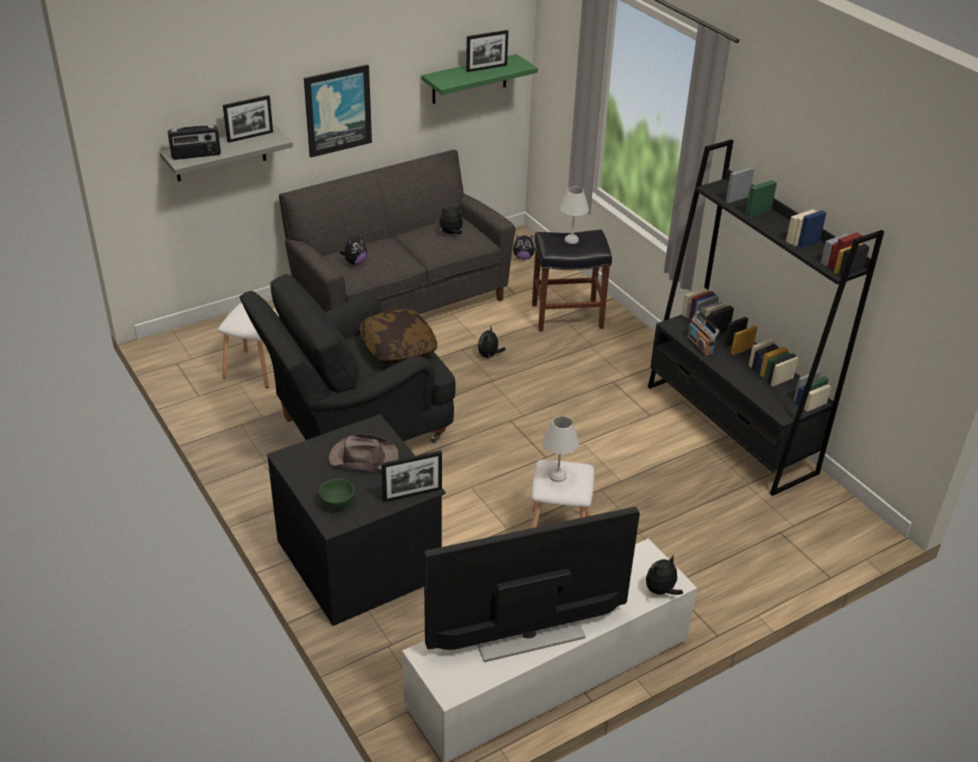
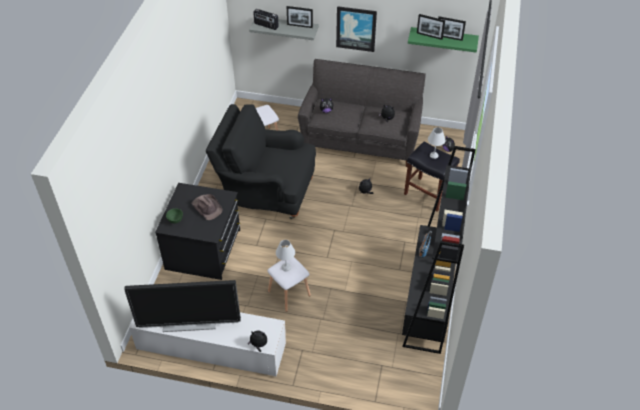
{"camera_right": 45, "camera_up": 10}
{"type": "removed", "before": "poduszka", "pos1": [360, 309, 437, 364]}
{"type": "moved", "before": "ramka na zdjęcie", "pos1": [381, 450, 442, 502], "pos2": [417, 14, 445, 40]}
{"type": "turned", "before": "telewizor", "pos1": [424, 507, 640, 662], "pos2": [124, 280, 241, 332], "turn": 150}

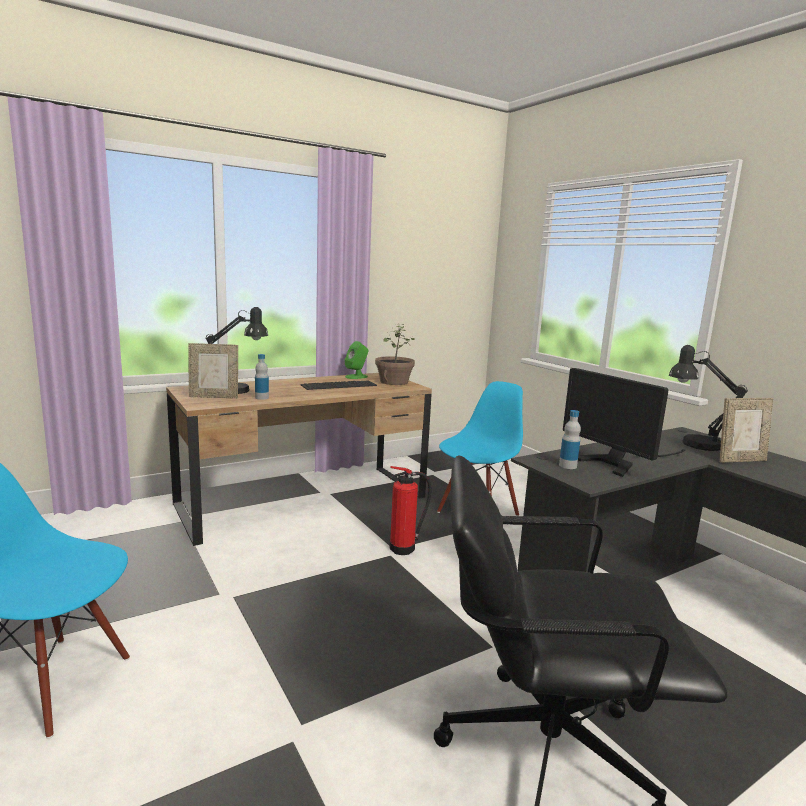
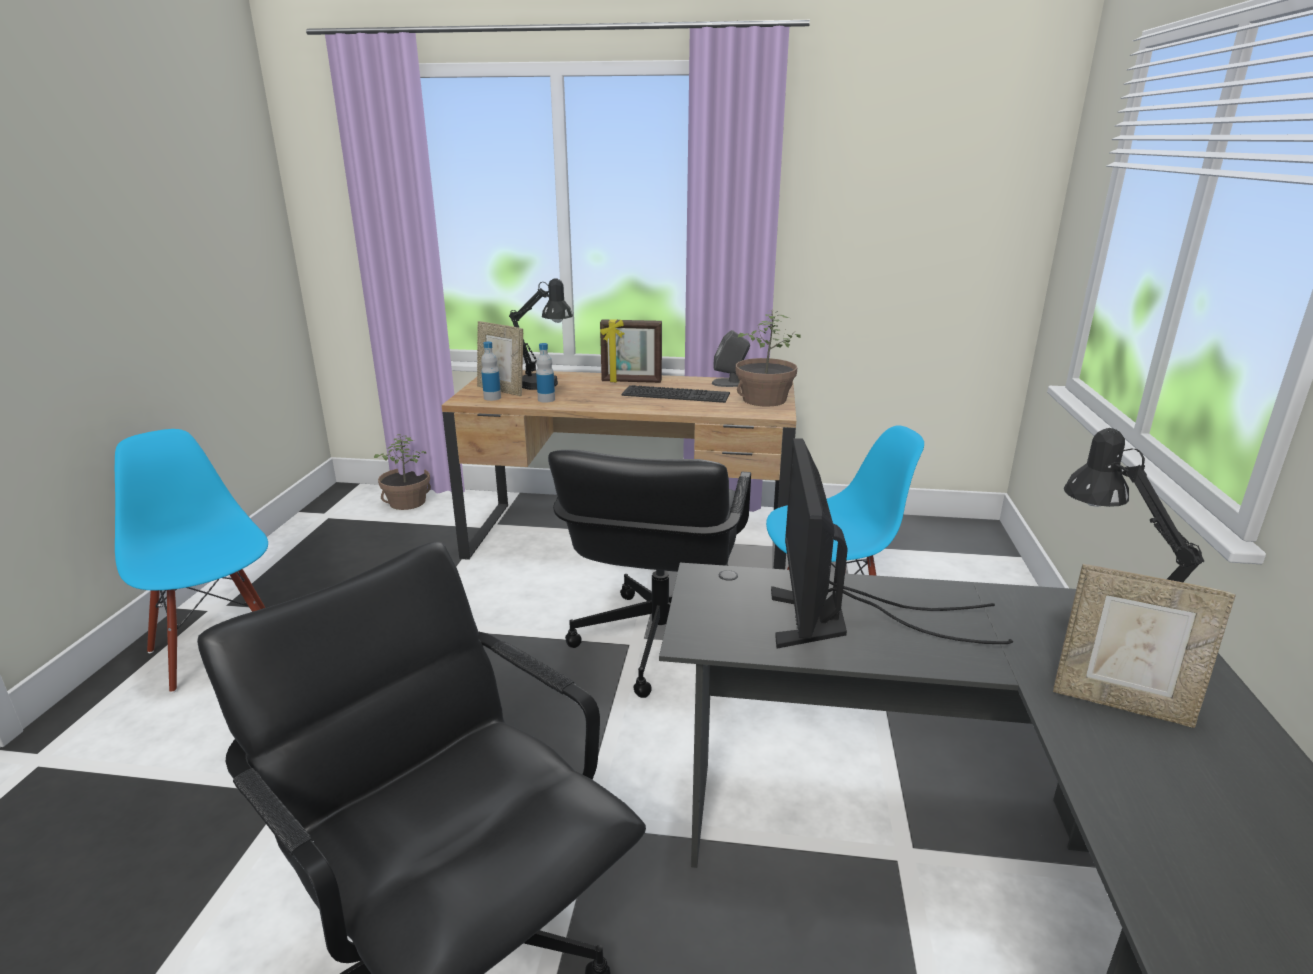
{"camera_right": 40, "camera_up": 10}
{"type": "recoloured", "before": "głośnik (zielony)", "after": "głośnik (szary)", "pos1": [345, 341, 368, 379], "pos2": [712, 330, 750, 387]}
{"type": "moved", "before": "butelka", "pos1": [559, 410, 581, 469], "pos2": [481, 341, 501, 401]}
{"type": "replaced", "before": "gaśnica", "after": "krzesło biurowe (czarny)", "pos1": [390, 466, 432, 555], "pos2": [548, 450, 751, 698]}
{"type": "added", "after": "ramka na zdjęcie", "pos2": [600, 319, 662, 383]}
{"type": "added", "after": "roślina doniczkowa", "pos2": [374, 434, 431, 510]}

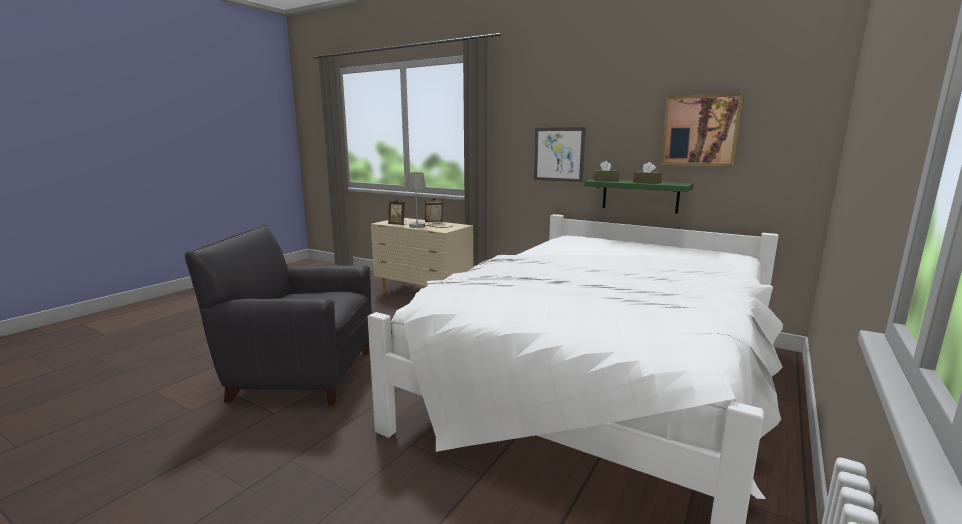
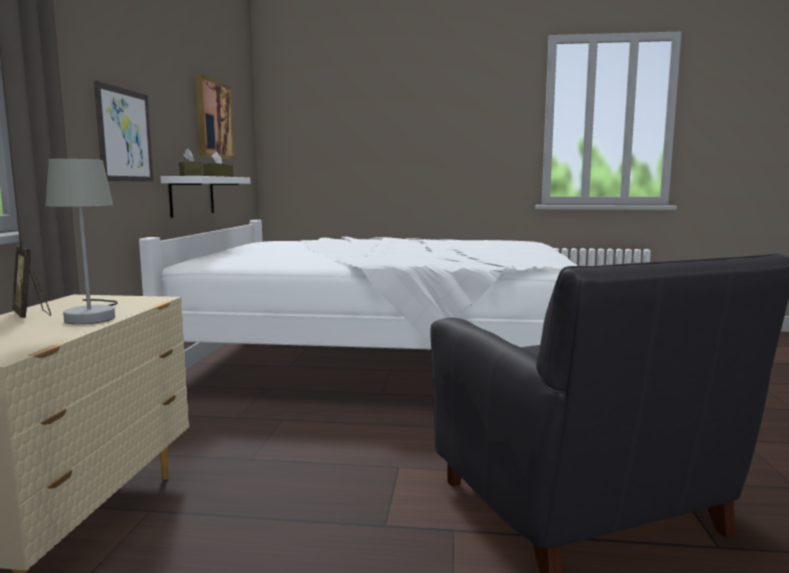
{"camera_right": -115, "camera_up": -5}
{"type": "recoloured", "before": "półka (zielony)", "after": "półka (biały)", "pos1": [584, 179, 693, 214], "pos2": [160, 176, 251, 218]}
{"type": "removed", "before": "ramka na zdjęcie", "pos1": [388, 199, 406, 225]}

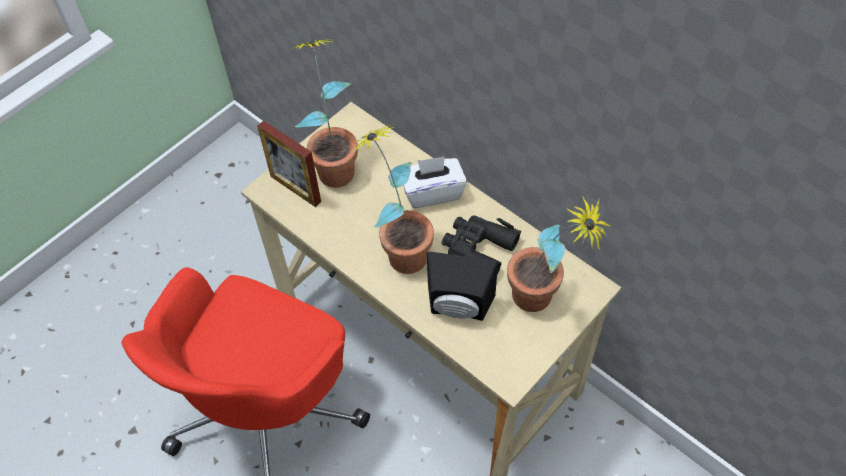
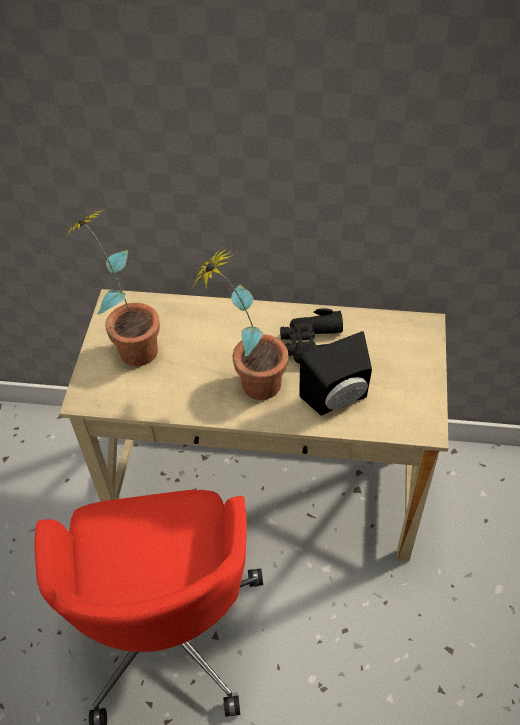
{"camera_right": -35, "camera_up": -5}
{"type": "removed", "before": "ramka na zdjęcie", "pos1": [257, 121, 321, 207]}
{"type": "removed", "before": "pudełko chusteczek (biały)", "pos1": [403, 156, 467, 208]}
{"type": "removed", "before": "roślina doniczkowa", "pos1": [507, 196, 611, 312]}

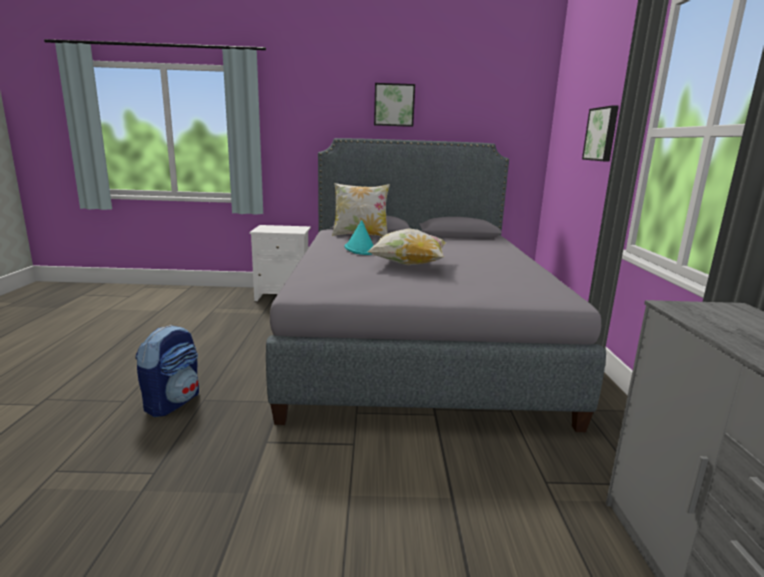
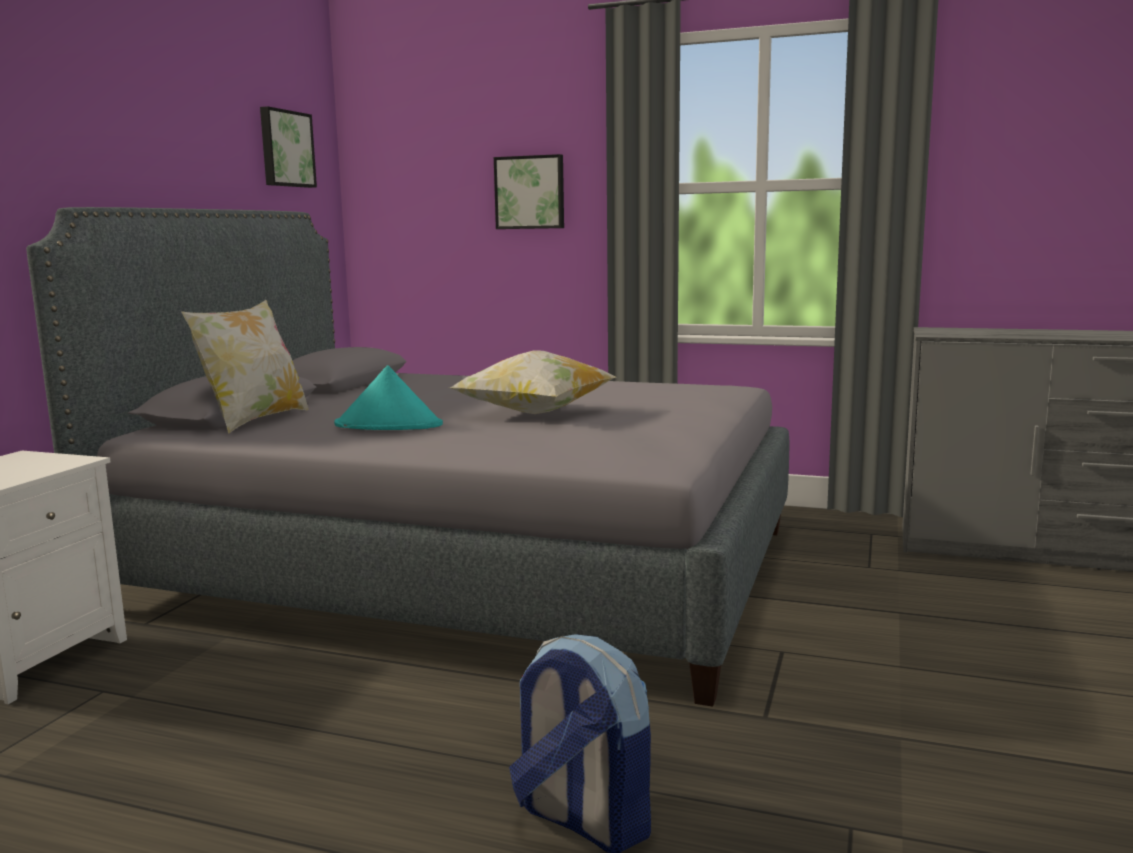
{"camera_right": -70, "camera_up": -5}
{"type": "moved", "before": "obraz", "pos1": [374, 83, 415, 127], "pos2": [260, 106, 317, 188]}

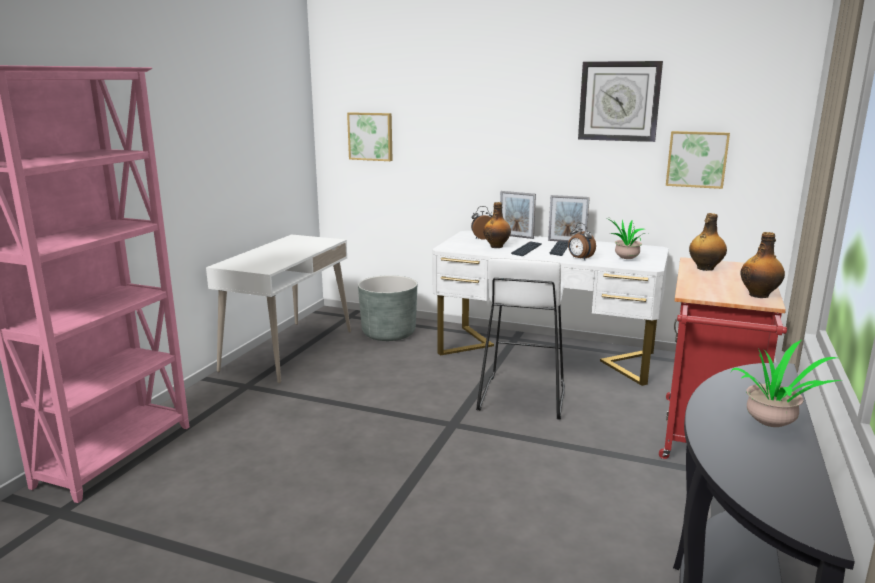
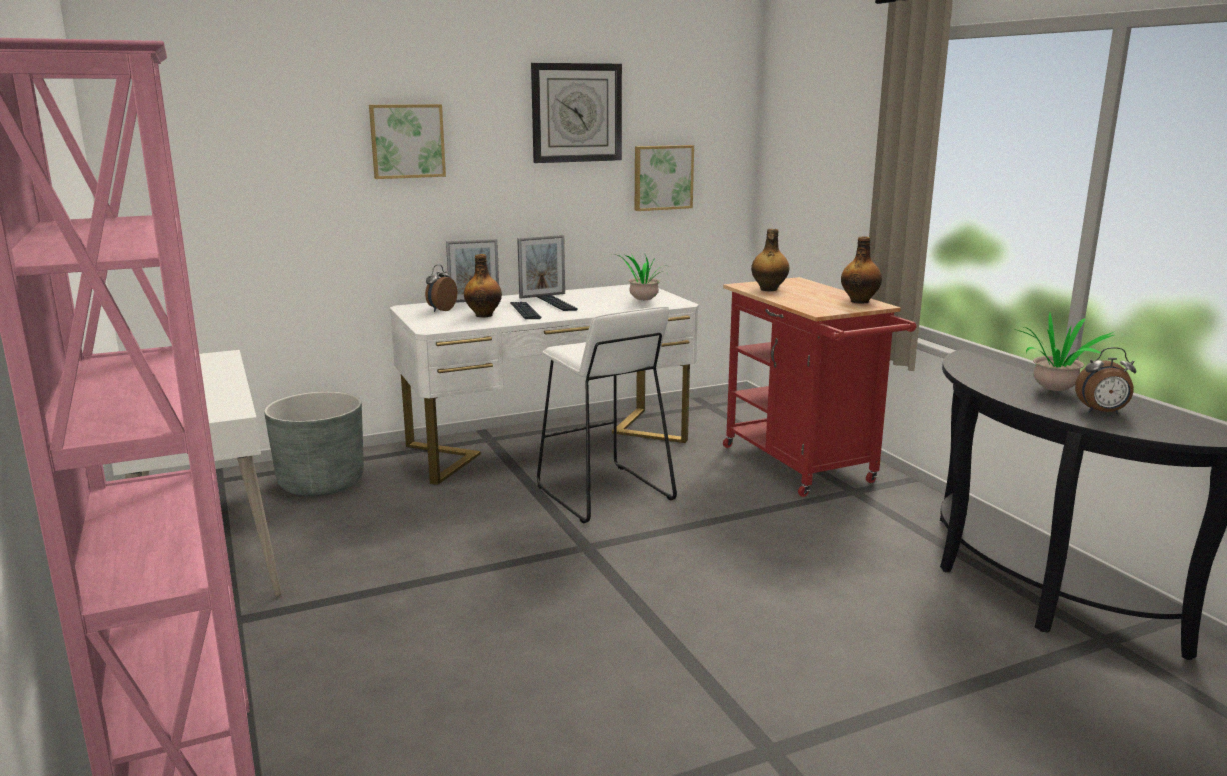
{"camera_right": -45, "camera_up": 0}
{"type": "moved", "before": "obraz", "pos1": [347, 112, 393, 161], "pos2": [369, 104, 446, 179]}
{"type": "moved", "before": "budzik", "pos1": [568, 223, 596, 260], "pos2": [1075, 347, 1136, 414]}

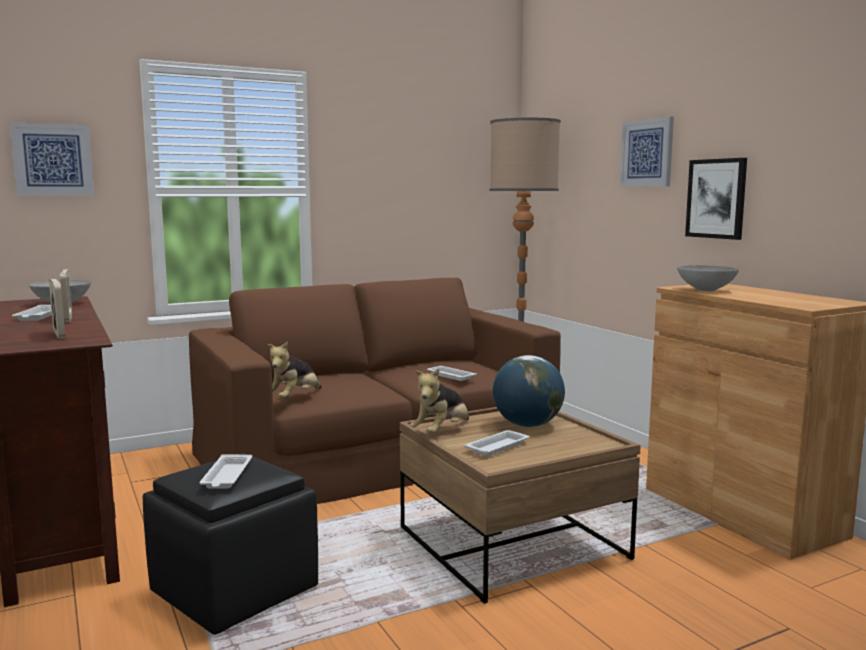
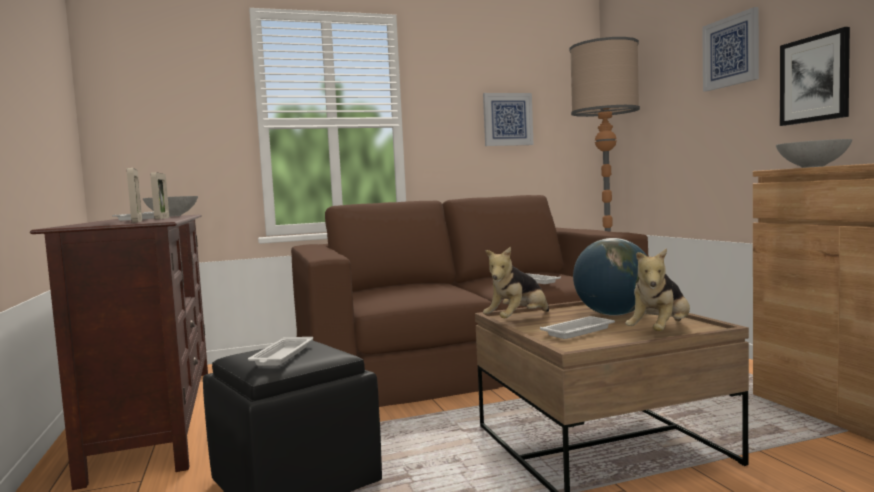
{"camera_right": 10, "camera_up": -5}
{"type": "moved", "before": "obraz", "pos1": [10, 122, 94, 196], "pos2": [483, 93, 534, 146]}
{"type": "moved", "before": "pluszak", "pos1": [267, 341, 321, 398], "pos2": [626, 248, 690, 331]}

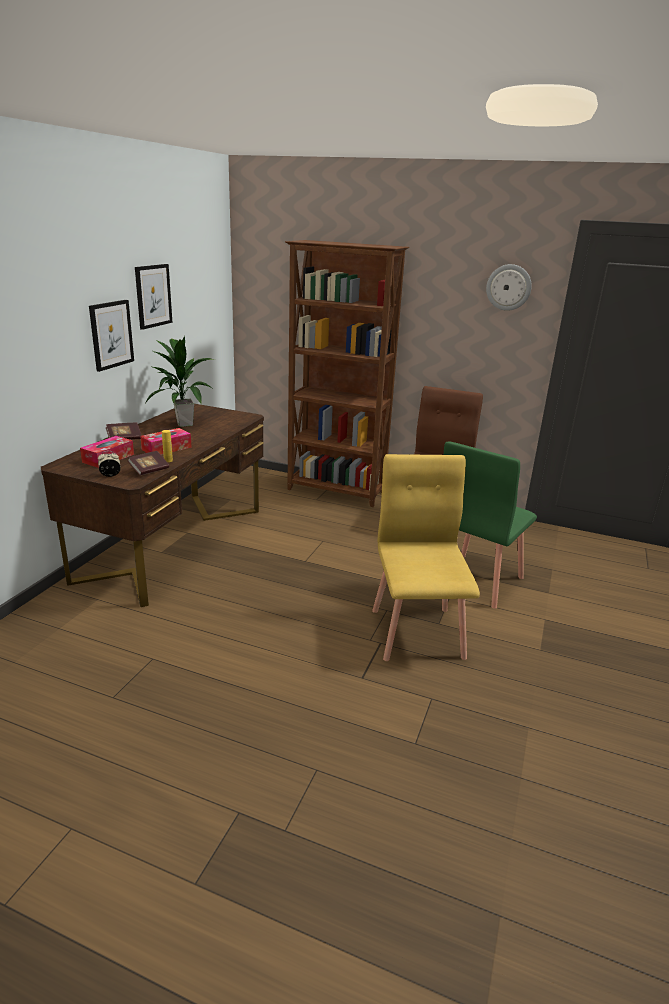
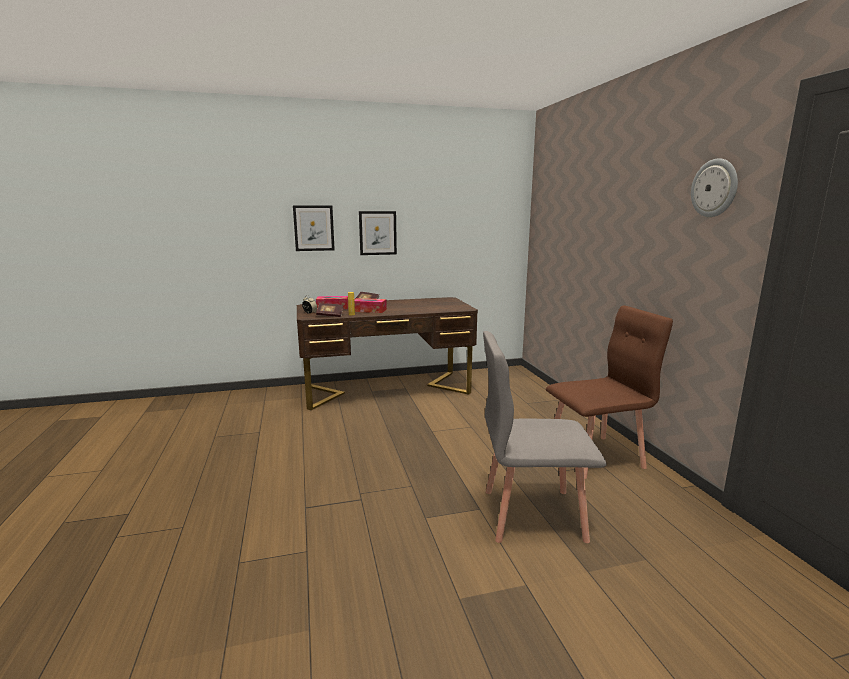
{"camera_right": 55, "camera_up": -10}
{"type": "removed", "before": "regał (brązowy)", "pos1": [285, 240, 409, 507]}
{"type": "moved", "before": "obraz", "pos1": [135, 264, 173, 330], "pos2": [293, 206, 335, 251]}
{"type": "removed", "before": "roślina doniczkowa", "pos1": [144, 336, 215, 427]}
{"type": "recoloured", "before": "krzesło (zielony)", "after": "krzesło (szary)", "pos1": [444, 441, 537, 609], "pos2": [483, 331, 607, 543]}
{"type": "removed", "before": "krzesło (żółty)", "pos1": [372, 454, 480, 661]}

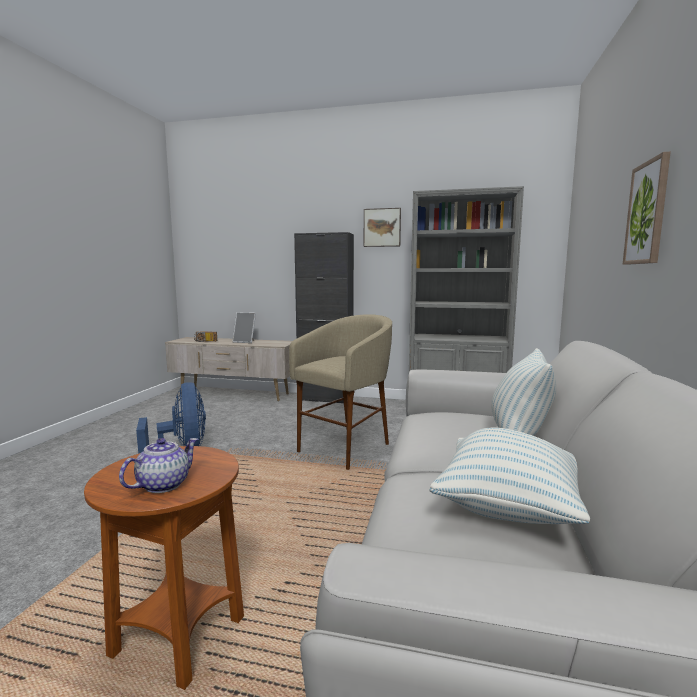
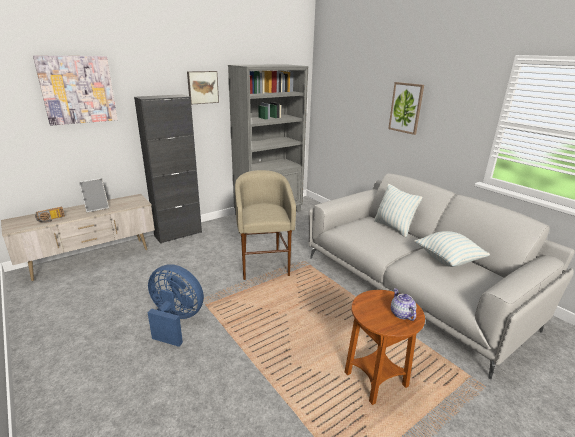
{"camera_right": -50, "camera_up": 15}
{"type": "added", "after": "obraz", "pos2": [33, 56, 118, 126]}

